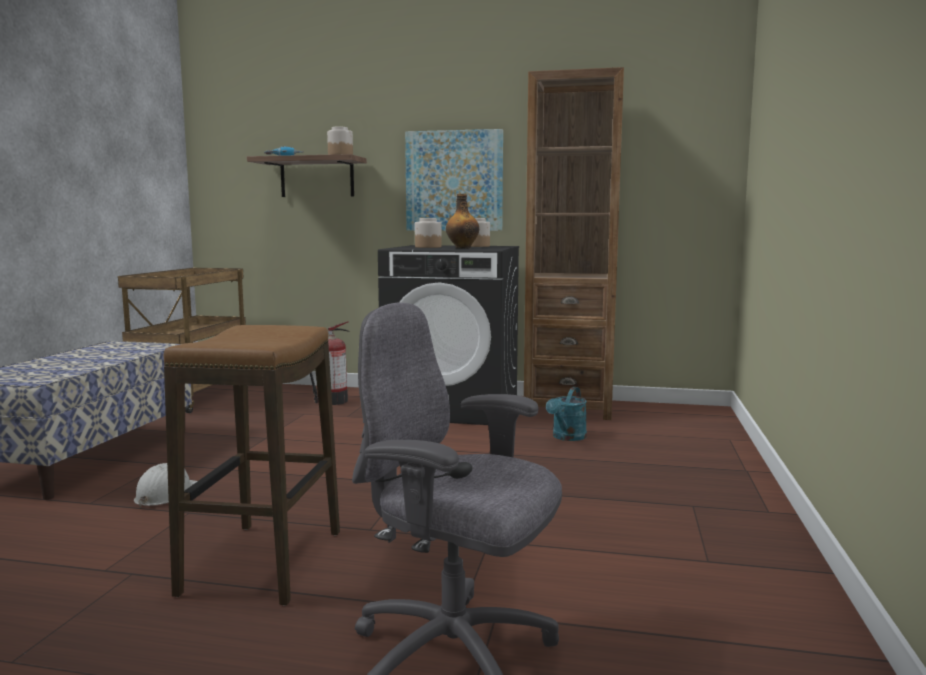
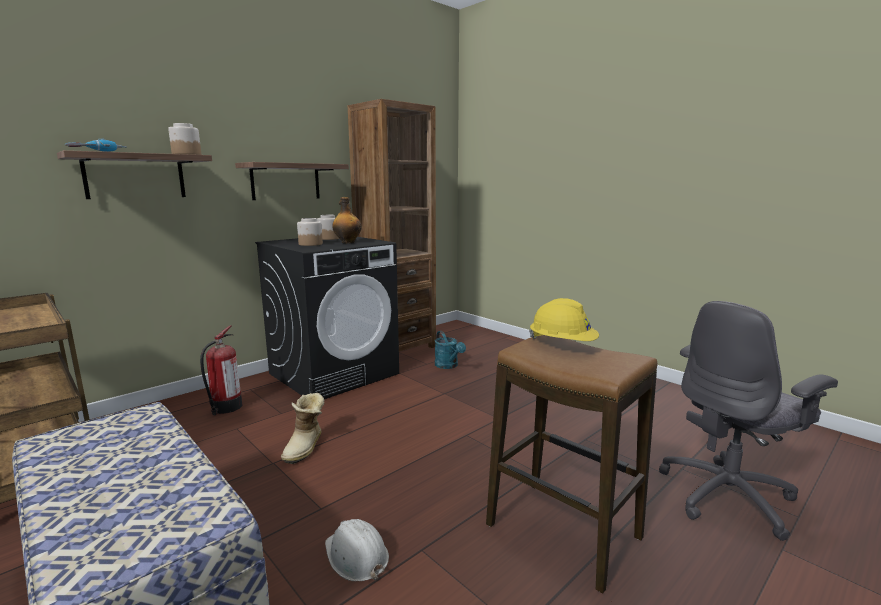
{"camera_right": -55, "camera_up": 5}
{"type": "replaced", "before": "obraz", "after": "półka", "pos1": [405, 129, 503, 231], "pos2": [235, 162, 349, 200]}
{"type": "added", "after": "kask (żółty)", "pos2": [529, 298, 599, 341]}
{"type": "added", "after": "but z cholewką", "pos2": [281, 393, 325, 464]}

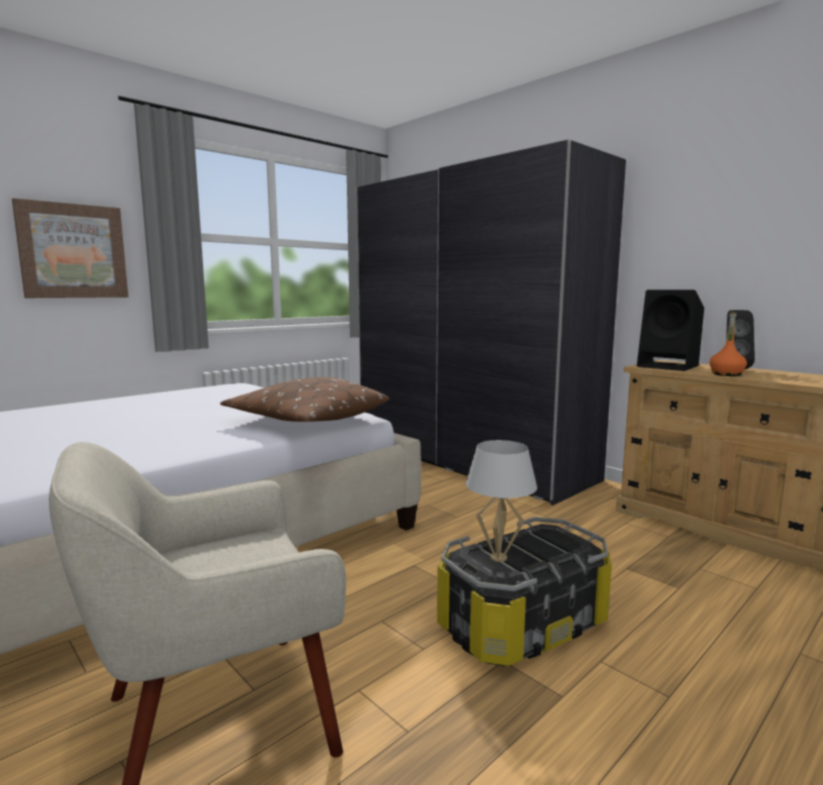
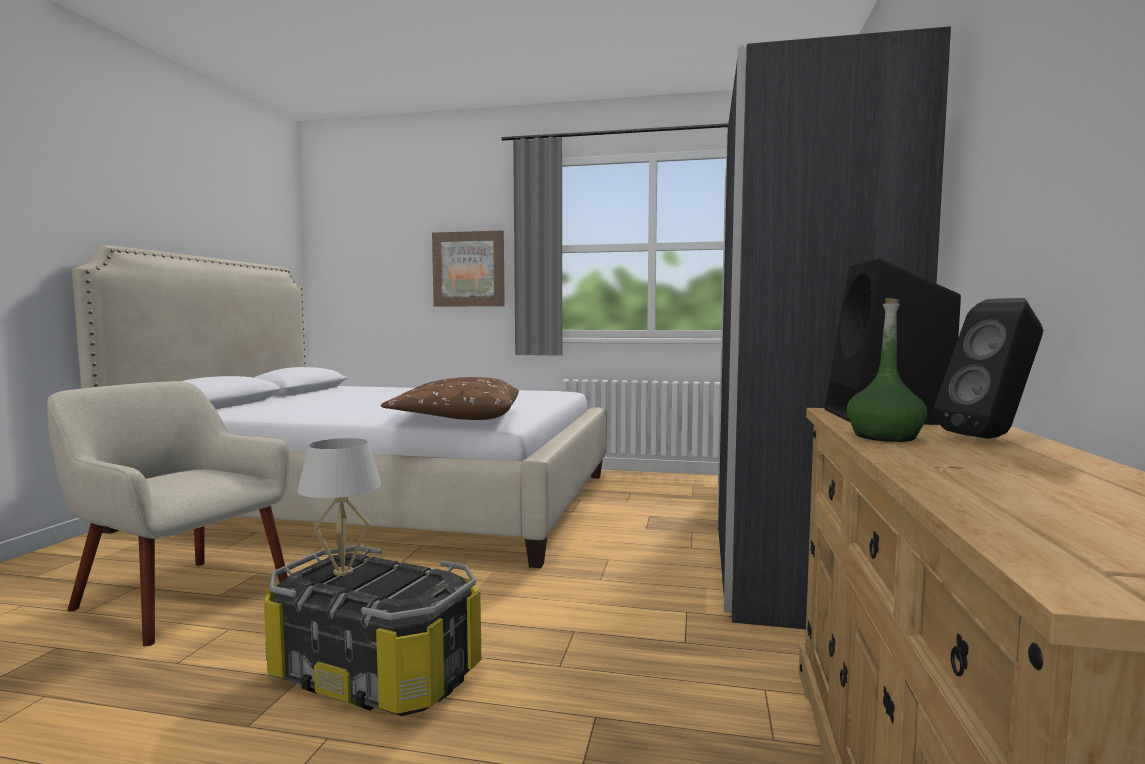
{"camera_right": 55, "camera_up": -5}
{"type": "recoloured", "before": "butelka (pomarańczowy)", "after": "butelka (zielony)", "pos1": [709, 311, 747, 376], "pos2": [847, 298, 928, 442]}

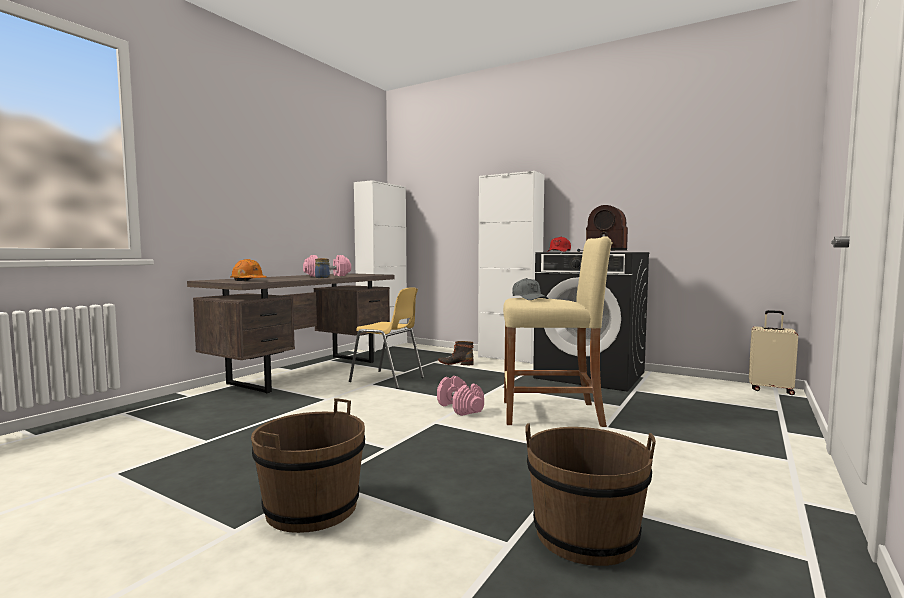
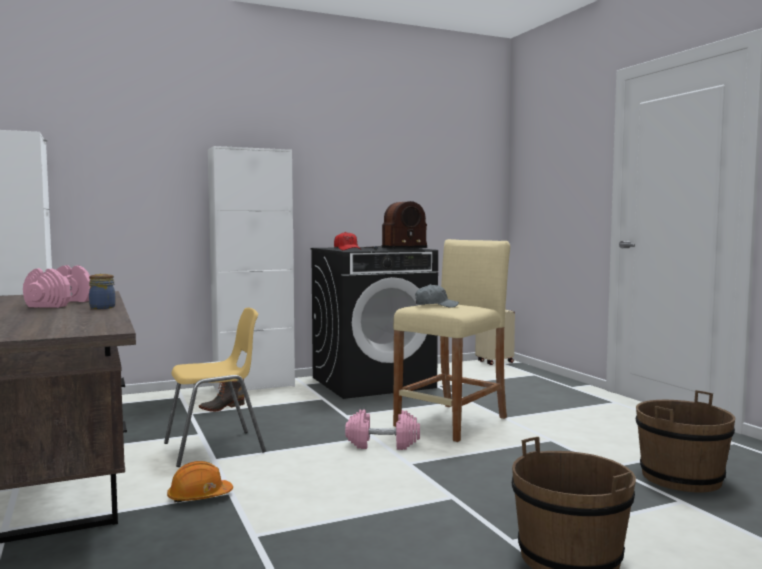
{"camera_right": -55, "camera_up": 0}
{"type": "moved", "before": "kask (pomarańczowy)", "pos1": [230, 259, 267, 281], "pos2": [167, 461, 233, 503]}

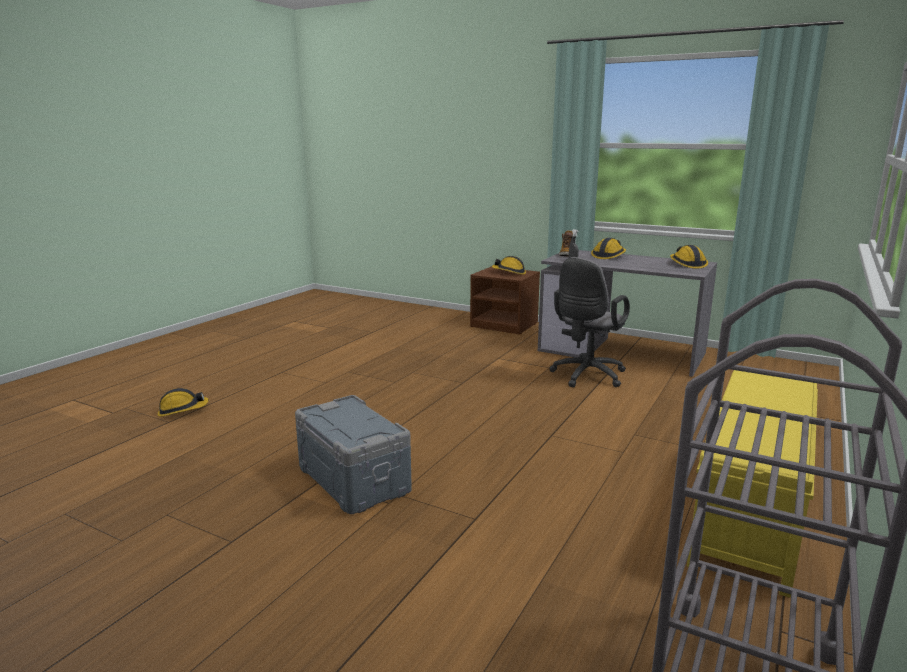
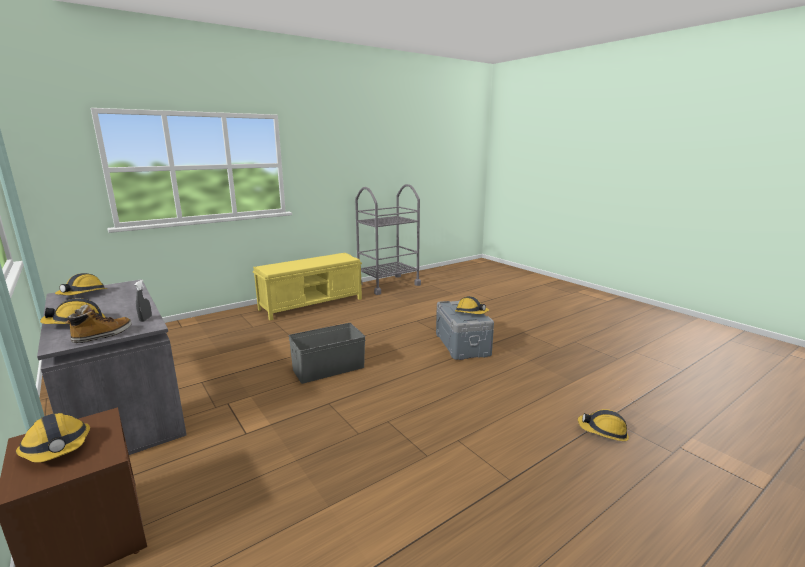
{"camera_right": -155, "camera_up": 0}
{"type": "removed", "before": "krzesło biurowe (szary)", "pos1": [549, 257, 630, 387]}
{"type": "added", "after": "kask", "pos2": [455, 296, 489, 314]}
{"type": "added", "after": "pojemnik do przechowywania (szary)", "pos2": [289, 323, 365, 384]}

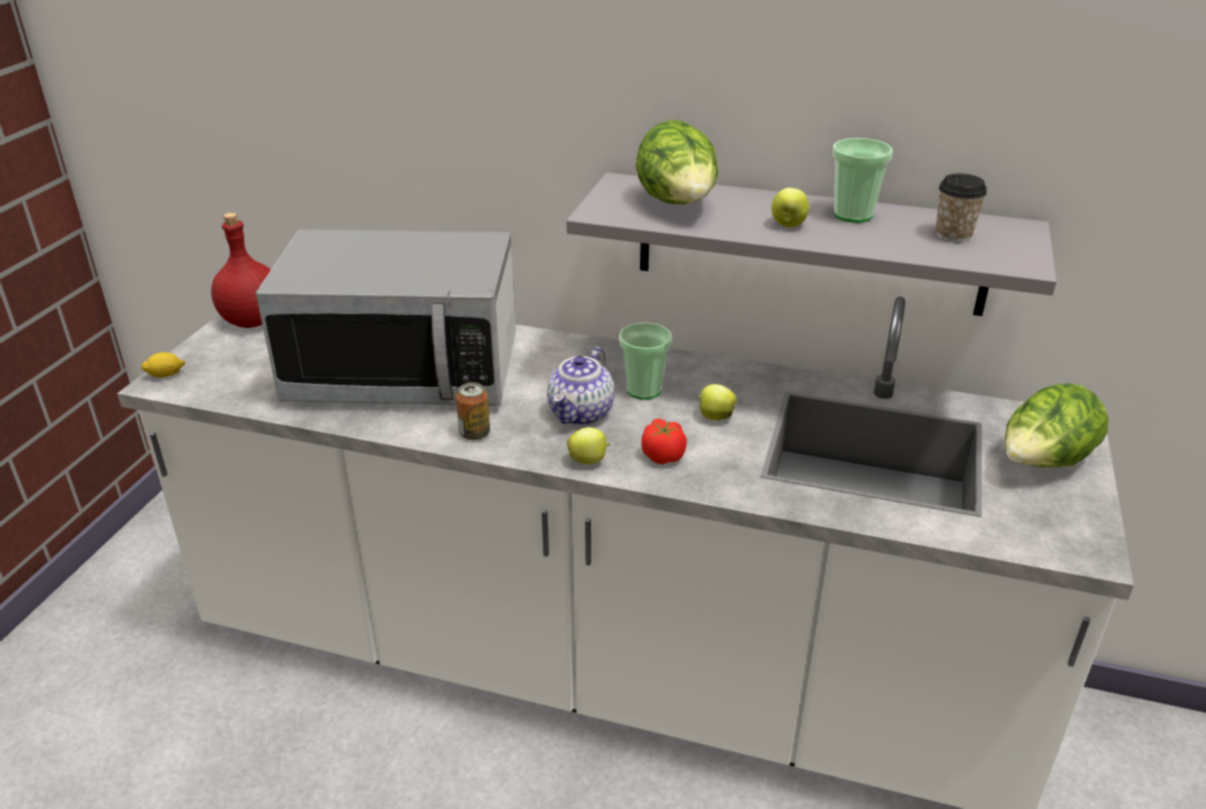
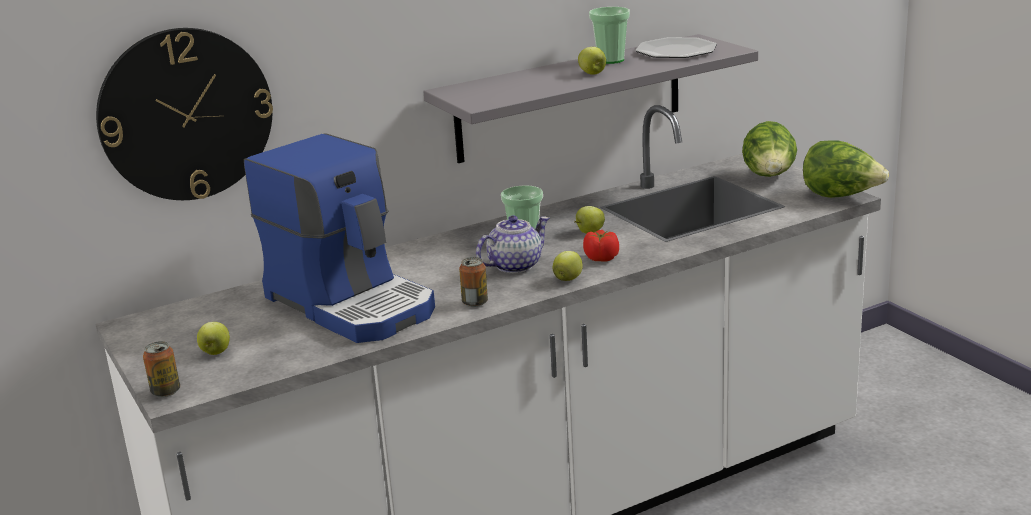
{"camera_right": -45, "camera_up": -10}
{"type": "moved", "before": "sałata", "pos1": [636, 120, 718, 204], "pos2": [803, 141, 889, 198]}
{"type": "replaced", "before": "filiżanka", "after": "talerz", "pos1": [936, 173, 987, 242], "pos2": [635, 37, 717, 58]}
{"type": "removed", "before": "butelka (czerwony)", "pos1": [211, 213, 271, 328]}
{"type": "replaced", "before": "mikrofalówka", "after": "ekspres do kawy", "pos1": [256, 230, 516, 406], "pos2": [244, 133, 435, 343]}
{"type": "turned", "before": "imbryk", "pos1": [547, 347, 614, 425], "pos2": [476, 215, 549, 273], "turn": -105}
{"type": "replaced", "before": "cytryna", "after": "puszka", "pos1": [141, 352, 185, 378], "pos2": [143, 341, 180, 397]}
{"type": "added", "after": "zegar ścienny", "pos2": [96, 28, 273, 200]}
{"type": "added", "after": "jabłko", "pos2": [197, 322, 230, 355]}

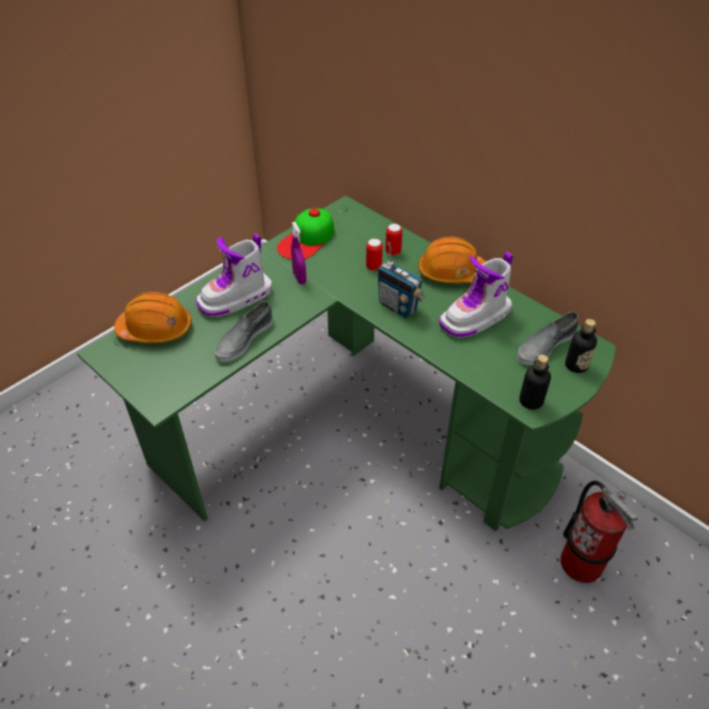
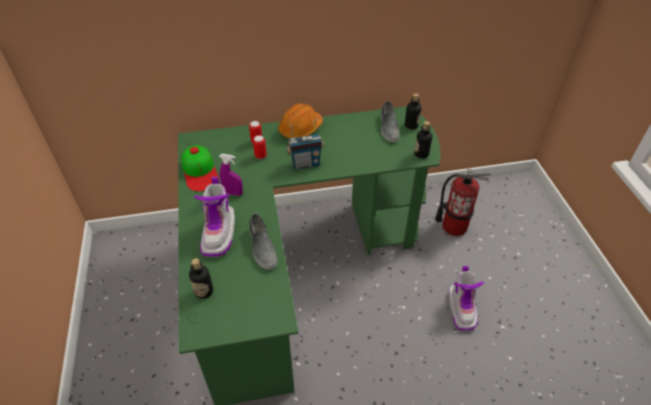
{"camera_right": -55, "camera_up": 0}
{"type": "moved", "before": "but z cholewką", "pos1": [439, 251, 513, 338], "pos2": [449, 266, 484, 330]}
{"type": "replaced", "before": "kask (pomarańczowy)", "after": "butelka", "pos1": [114, 292, 192, 344], "pos2": [189, 258, 213, 299]}

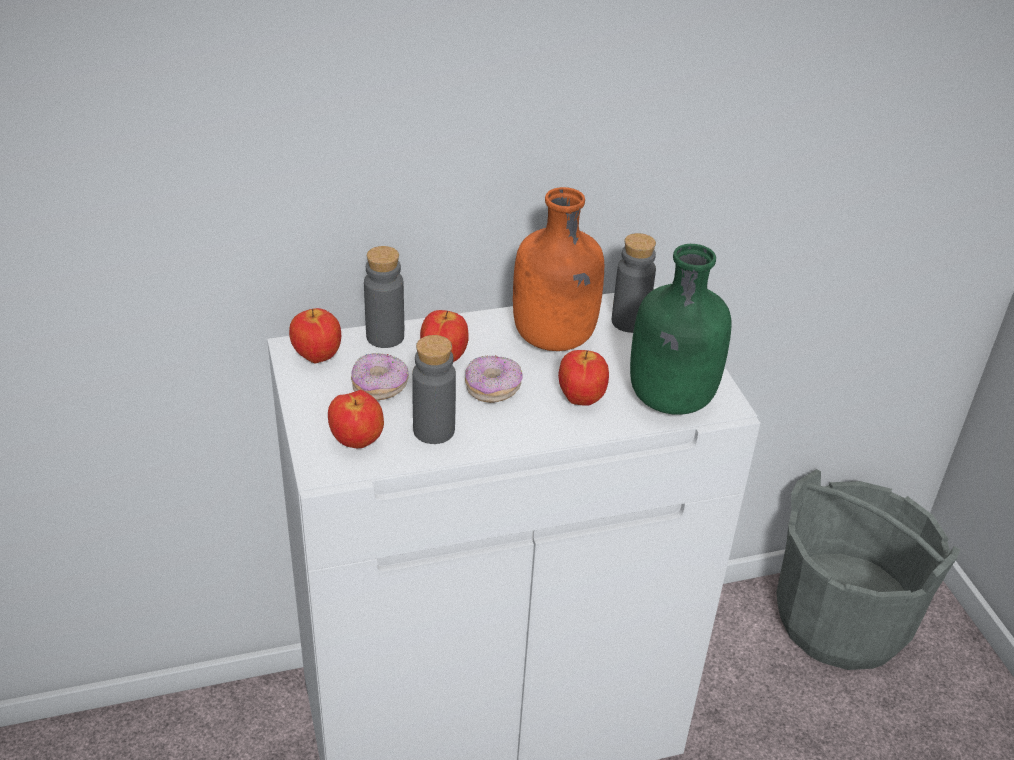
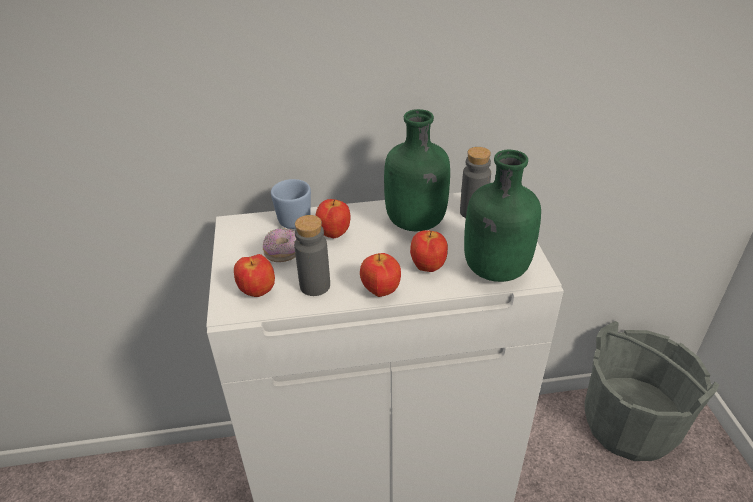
{"camera_right": 10, "camera_up": 0}
{"type": "recoloured", "before": "butelka (pomarańczowy)", "after": "butelka (zielony)", "pos1": [513, 187, 604, 351], "pos2": [384, 109, 450, 231]}
{"type": "replaced", "before": "butelka (szary)", "after": "kubek (niebieski)", "pos1": [364, 246, 404, 348], "pos2": [271, 179, 311, 229]}
{"type": "moved", "before": "jabłko", "pos1": [289, 308, 341, 364], "pos2": [360, 253, 401, 297]}
{"type": "removed", "before": "donut", "pos1": [465, 355, 522, 403]}

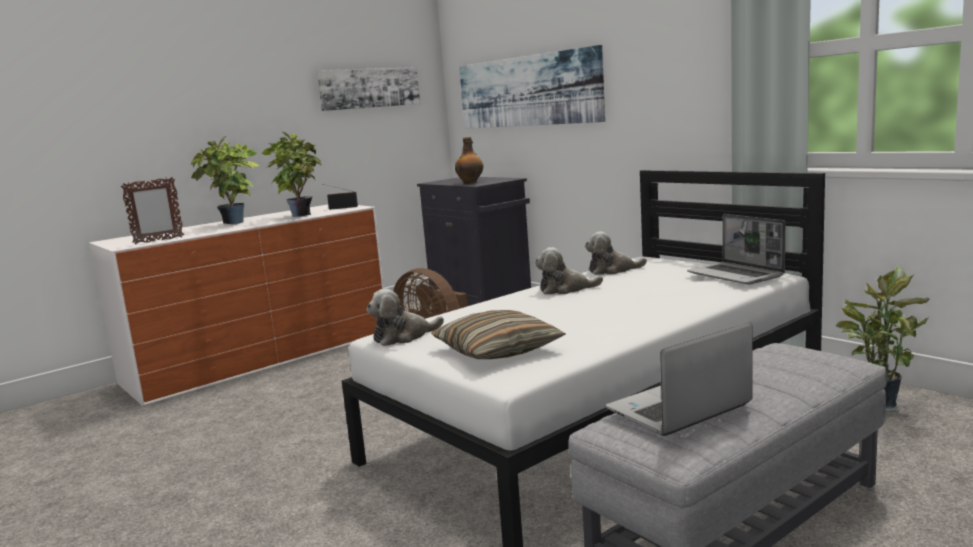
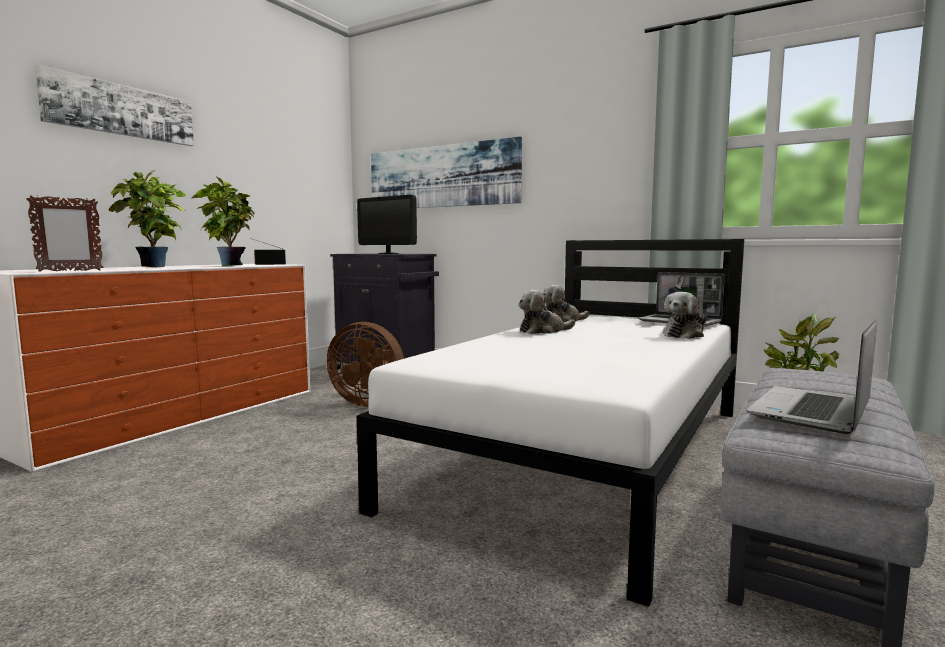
{"camera_right": -20, "camera_up": -5}
{"type": "moved", "before": "obraz", "pos1": [317, 67, 420, 111], "pos2": [35, 65, 194, 146]}
{"type": "replaced", "before": "butelka", "after": "monitor", "pos1": [455, 137, 483, 184], "pos2": [357, 195, 417, 254]}
{"type": "moved", "before": "pluszak", "pos1": [367, 289, 444, 346], "pos2": [663, 292, 707, 339]}
{"type": "removed", "before": "poduszka", "pos1": [431, 310, 566, 359]}

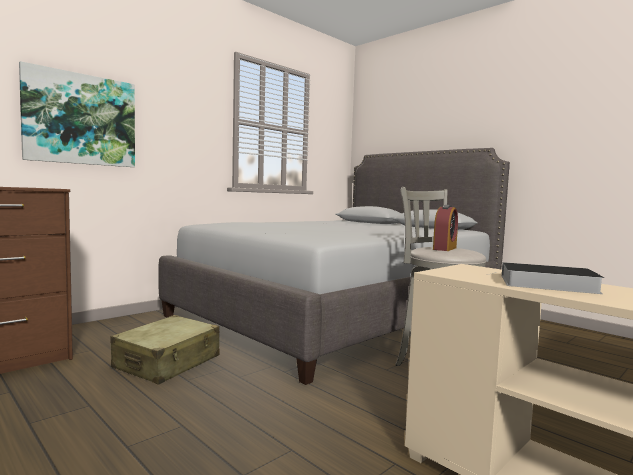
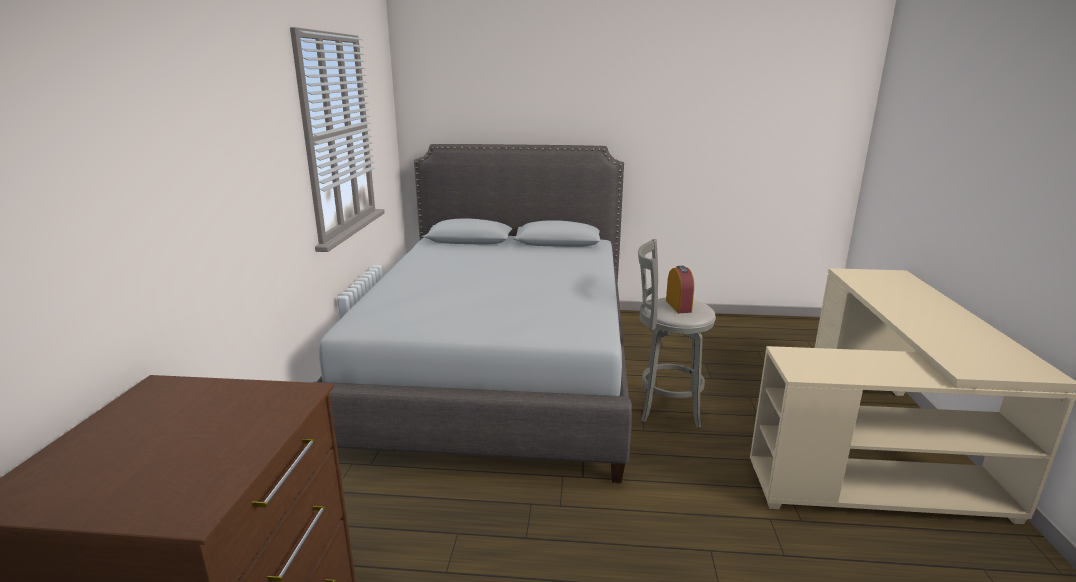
{"camera_right": -40, "camera_up": 15}
{"type": "removed", "before": "obraz", "pos1": [19, 61, 135, 167]}
{"type": "removed", "before": "książka", "pos1": [488, 262, 605, 294]}
{"type": "removed", "before": "walizka (beżowy)", "pos1": [110, 315, 220, 385]}

